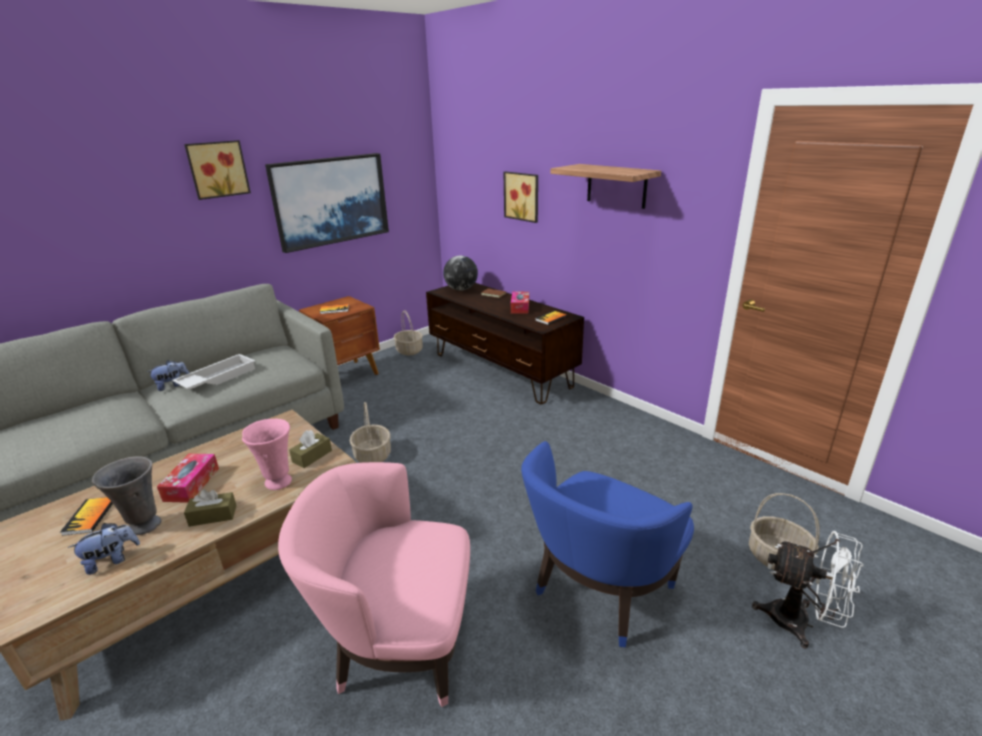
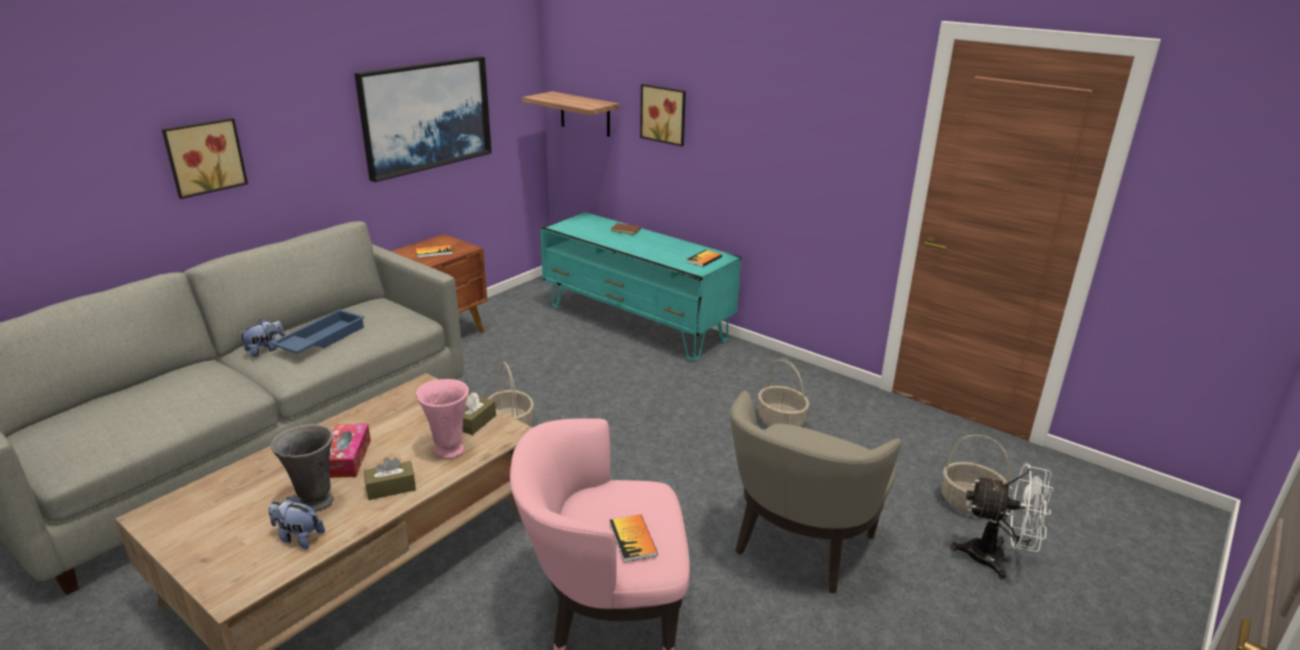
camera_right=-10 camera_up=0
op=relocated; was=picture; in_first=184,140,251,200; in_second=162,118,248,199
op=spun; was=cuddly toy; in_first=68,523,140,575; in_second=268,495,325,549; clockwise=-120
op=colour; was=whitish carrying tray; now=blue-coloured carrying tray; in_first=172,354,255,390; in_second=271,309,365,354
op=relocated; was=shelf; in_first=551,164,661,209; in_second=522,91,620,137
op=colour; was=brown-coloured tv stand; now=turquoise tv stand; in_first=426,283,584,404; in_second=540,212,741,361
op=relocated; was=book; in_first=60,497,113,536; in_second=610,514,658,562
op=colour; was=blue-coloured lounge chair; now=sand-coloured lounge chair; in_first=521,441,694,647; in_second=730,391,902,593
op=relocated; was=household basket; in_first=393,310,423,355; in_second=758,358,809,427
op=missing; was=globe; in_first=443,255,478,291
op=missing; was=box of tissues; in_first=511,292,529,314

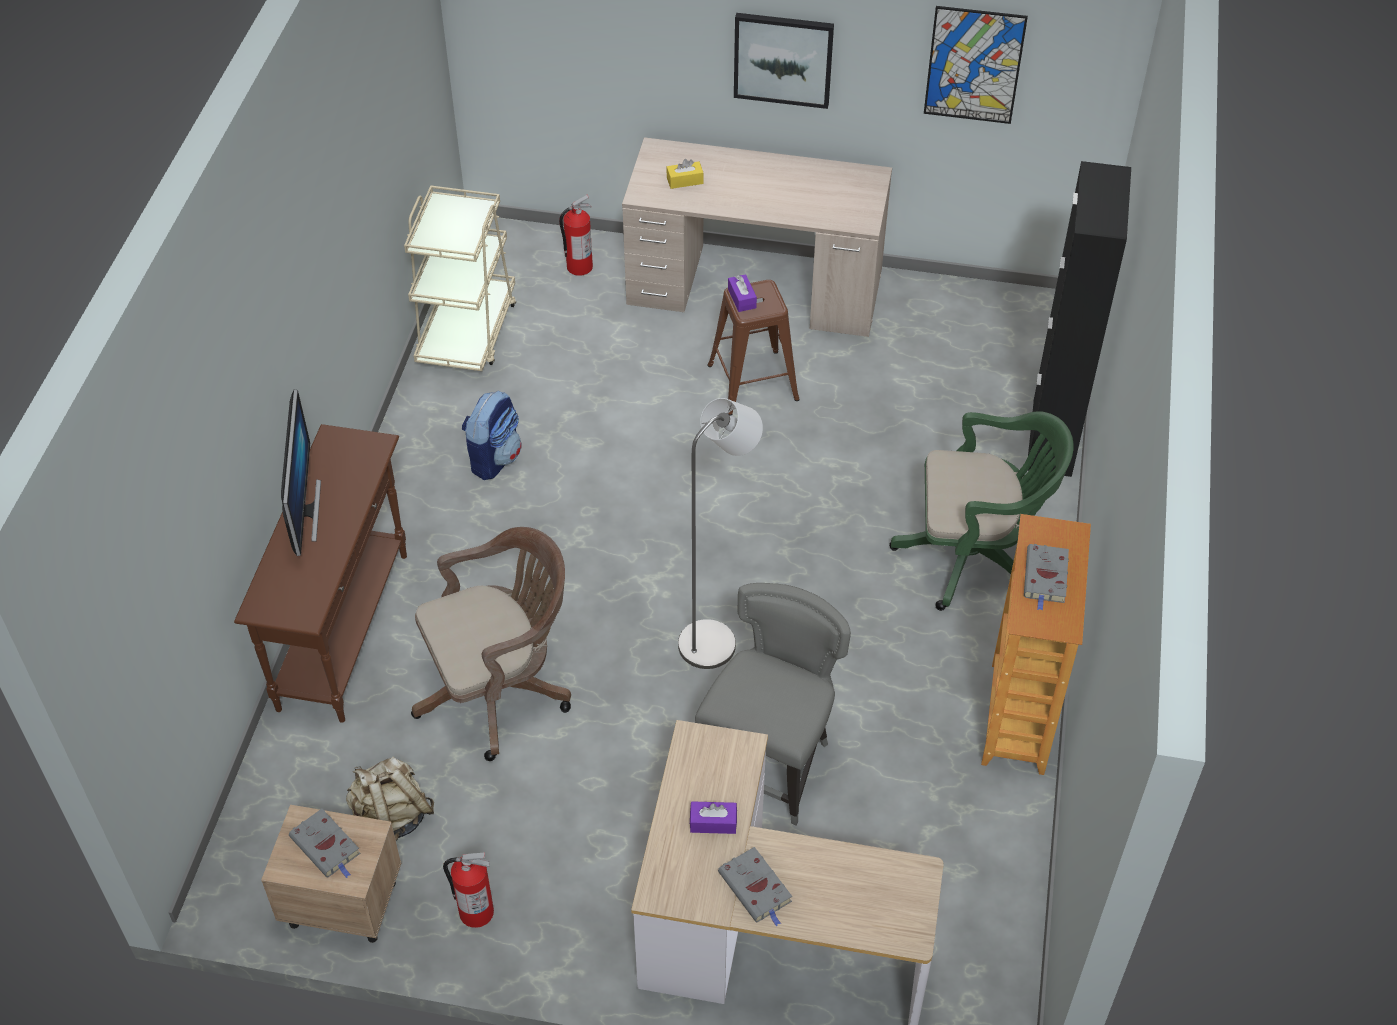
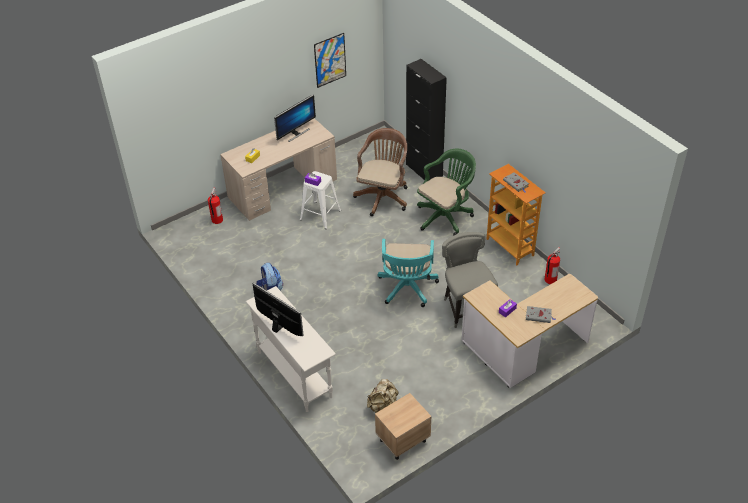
camera_right=-45 camera_up=-5
op=colour; was=brown-coloured hall table; now=whitish hall table; in_first=234,424,407,723; in_second=246,286,336,412
op=appeared; now=computer screen; in_second=274,95,316,142
op=colour; was=brown-coloured stool seat; now=whitish stool seat; in_first=707,280,800,416; in_second=300,171,341,229
op=relocated; was=brown-coloured desk chair; in_first=411,527,571,761; in_second=353,128,407,216
op=exchanged; was=greyish standing lamp; now=turquoise desk chair; in_first=678,398,763,669; in_second=377,239,439,307
op=relocated; was=extinguisher; in_first=443,852,494,928; in_second=544,247,560,284
op=missing; was=greyish book; in_first=289,809,360,878
op=missing; was=sand-coloured wheeled cart; in_first=404,185,516,371
op=missing; was=picture; in_first=734,13,834,109

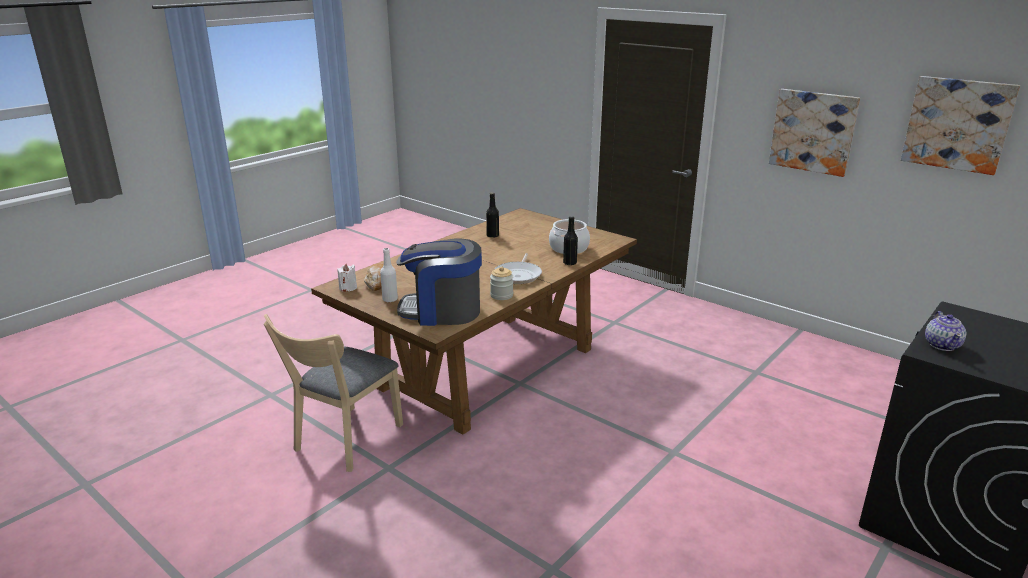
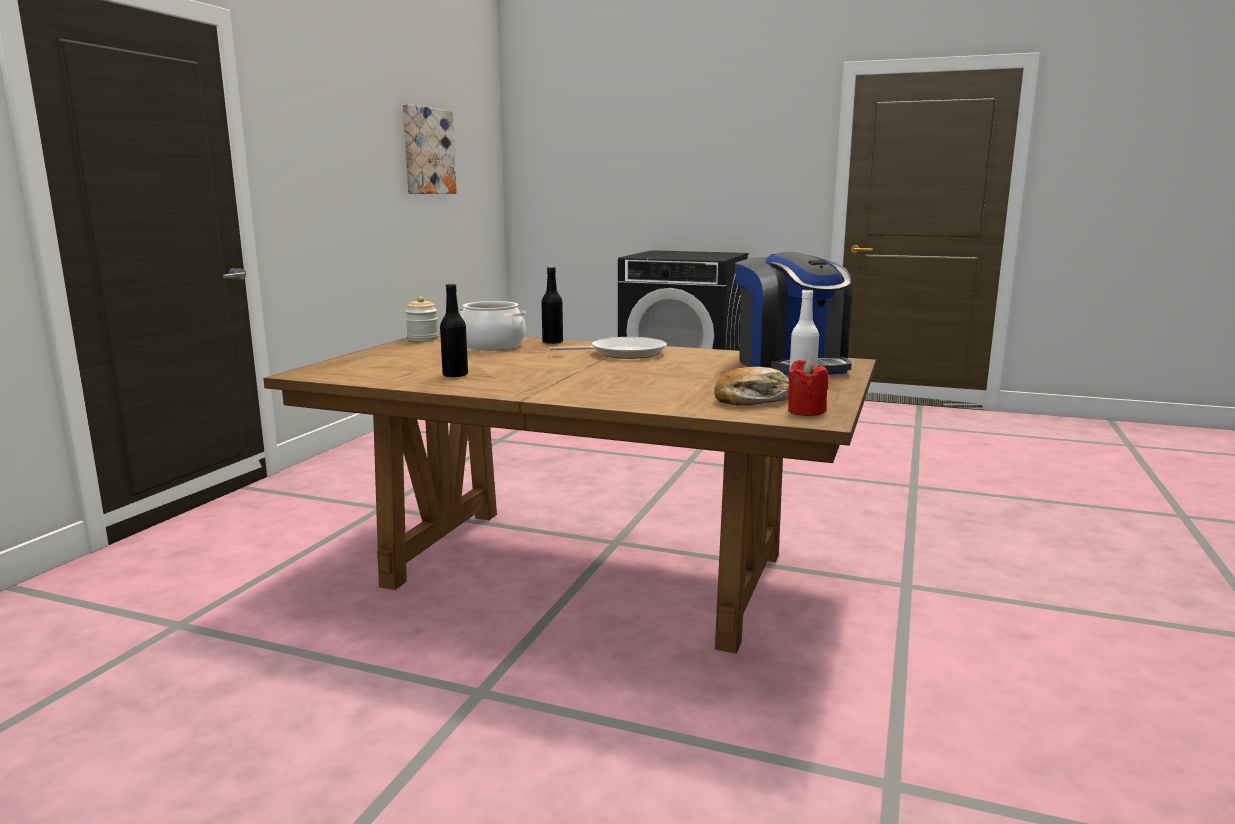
camera_right=-110 camera_up=-10
op=relocated; was=jar; in_first=490,267,513,300; in_second=405,296,439,341
op=colour; was=whitish wax light; now=red wax light; in_first=337,264,357,291; in_second=788,359,828,416
op=missing; was=sand-coloured plain chair; in_first=264,314,403,472
op=missing; was=picture; in_first=769,89,860,177
op=missing; was=pot for tea; in_first=925,311,966,351

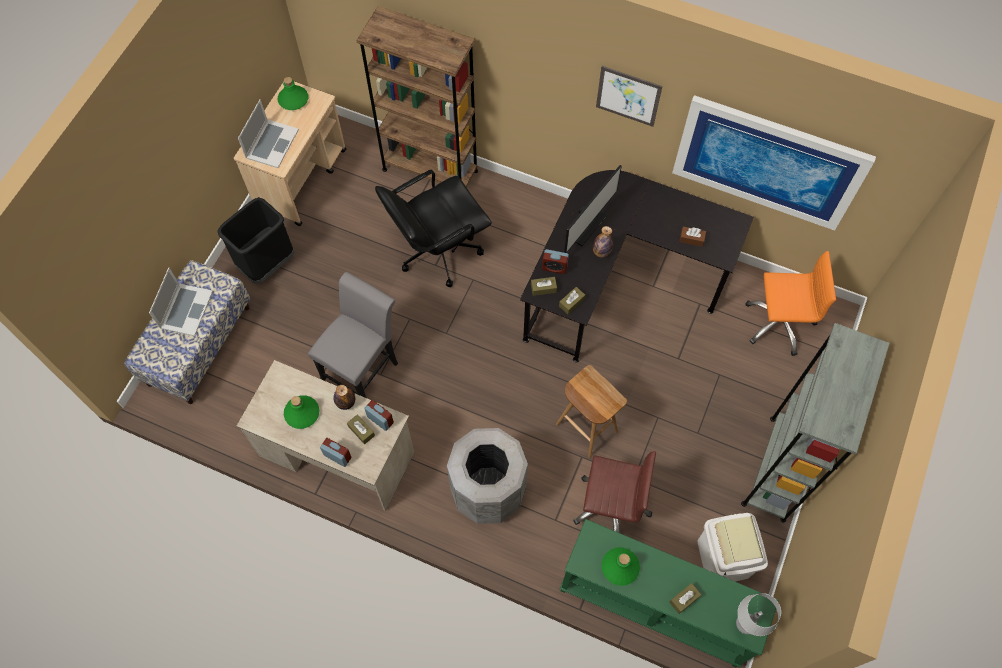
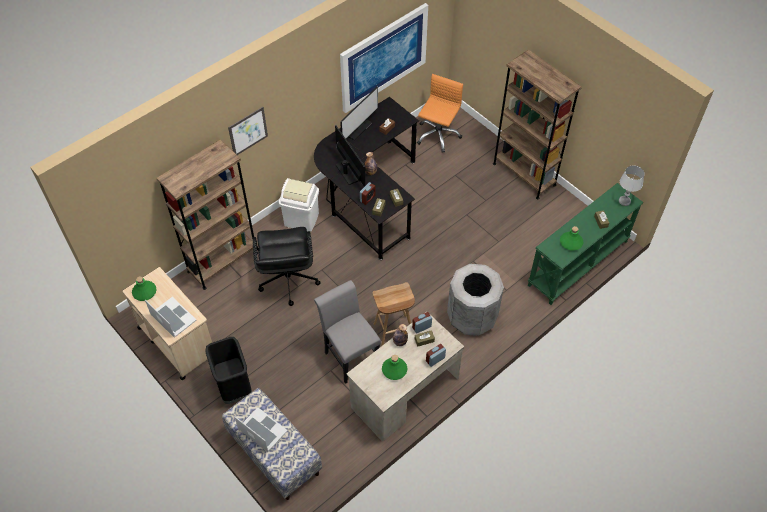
camera_right=-65 camera_up=-10
op=relocated; was=picture; in_first=596,66,663,127; in_second=228,107,268,155
op=relocated; was=whitish waste bin; in_first=698,513,768,582; in_second=279,178,319,232
op=appeared; now=computer screen; in_second=340,87,378,141
op=relocated; was=brown-coloured stool seat; in_first=556,365,627,458; in_second=373,282,415,346
op=colour; was=greyish shelving unit; now=brown-coloured shelving unit; in_first=741,323,890,523; in_second=493,50,582,199
op=missing; was=brown-coloured desk chair; in_first=573,451,656,533

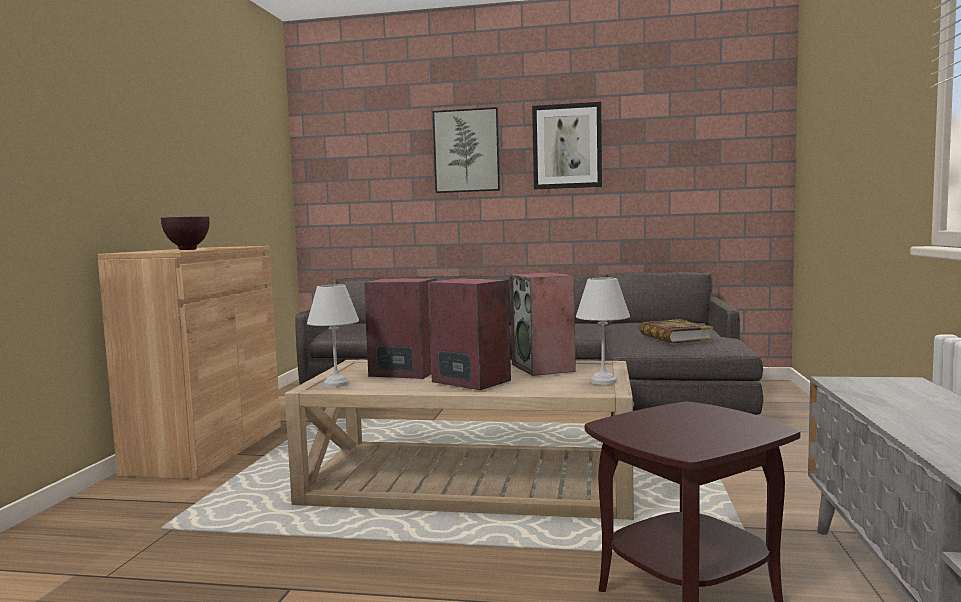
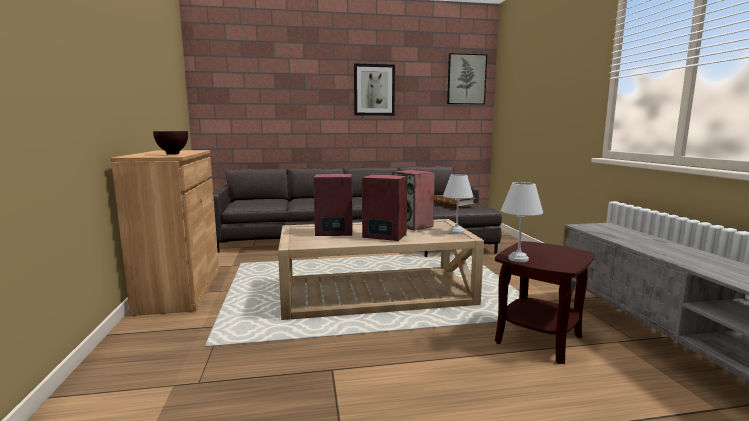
camera_right=-20 camera_up=5
op=relocated; was=picture; in_first=433,107,500,193; in_second=447,53,487,104
op=relocated; was=whitish table lamp; in_first=307,285,359,387; in_second=501,182,543,262

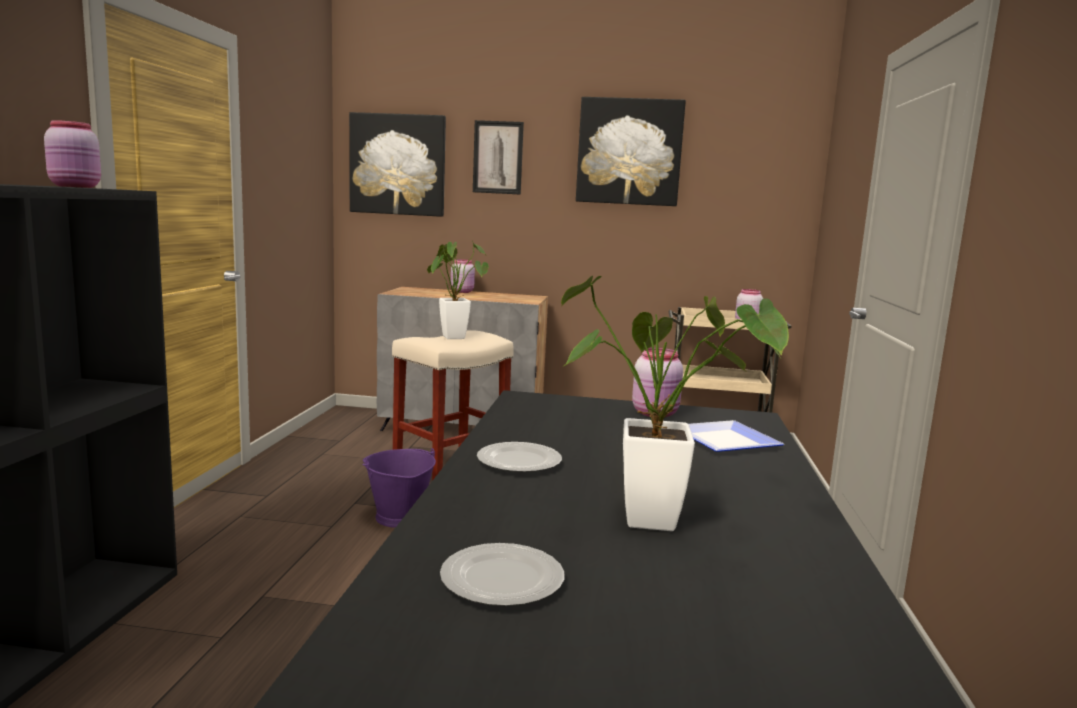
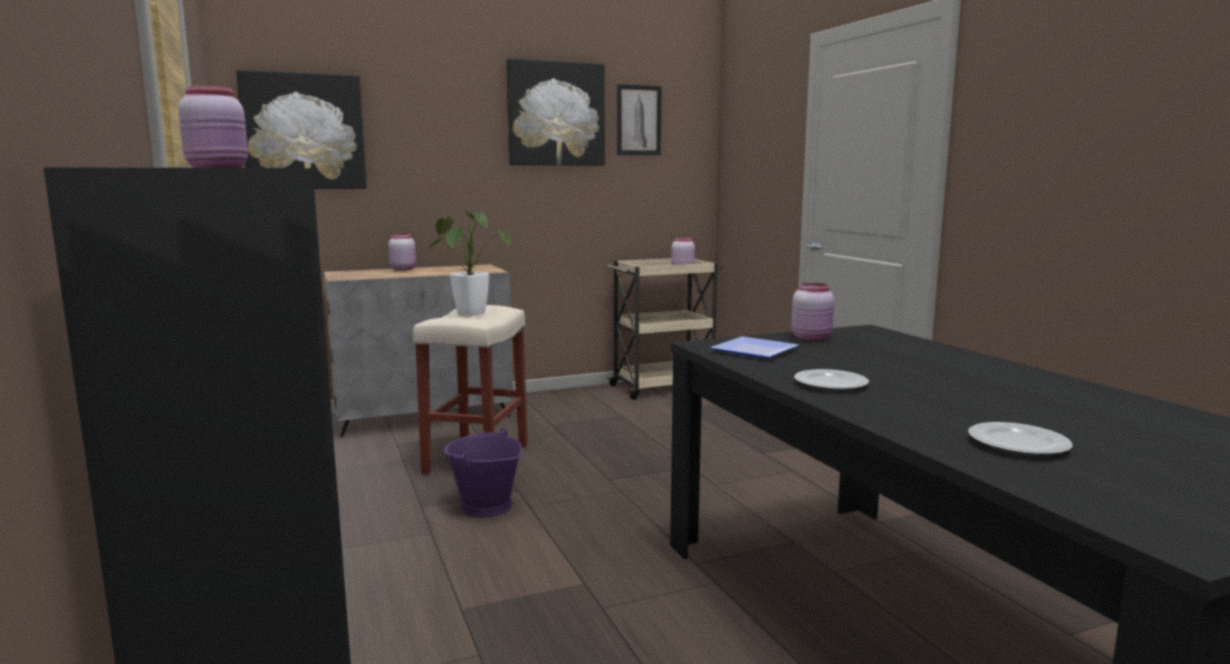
camera_right=-30 camera_up=0
op=relocated; was=picture; in_first=473,120,524,195; in_second=617,84,662,155
op=relocated; was=plate; in_first=689,420,784,452; in_second=710,336,799,358
op=missing; was=plant in a pot; in_first=561,276,789,531

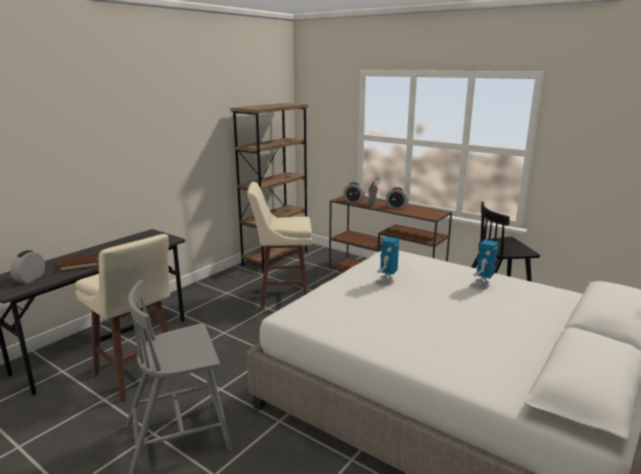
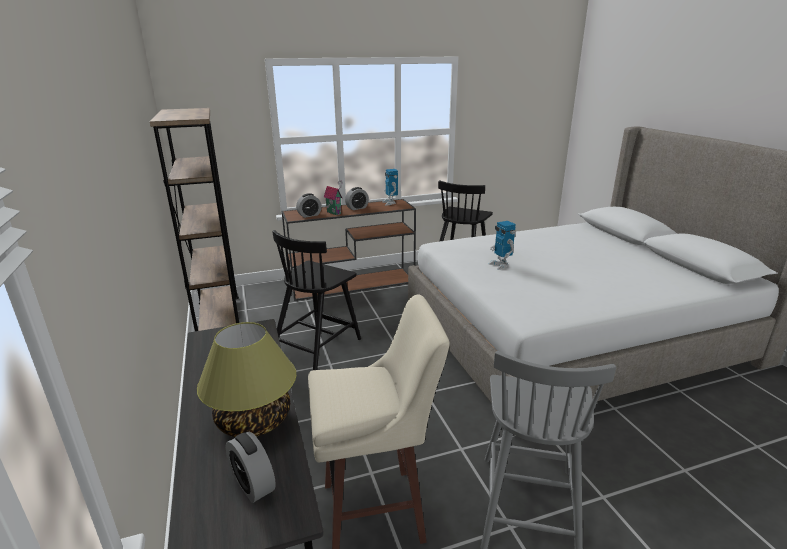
camera_right=-55 camera_up=5
op=exchanged; was=brown-coloured book; now=table lamp; in_first=59,254,99,272; in_second=197,322,296,437
op=exchanged; was=sand-coloured stool seat; now=blackish plain chair; in_first=247,182,312,308; in_second=272,230,361,370
op=relocated; was=robot figure; in_first=469,240,498,288; in_second=382,169,398,205

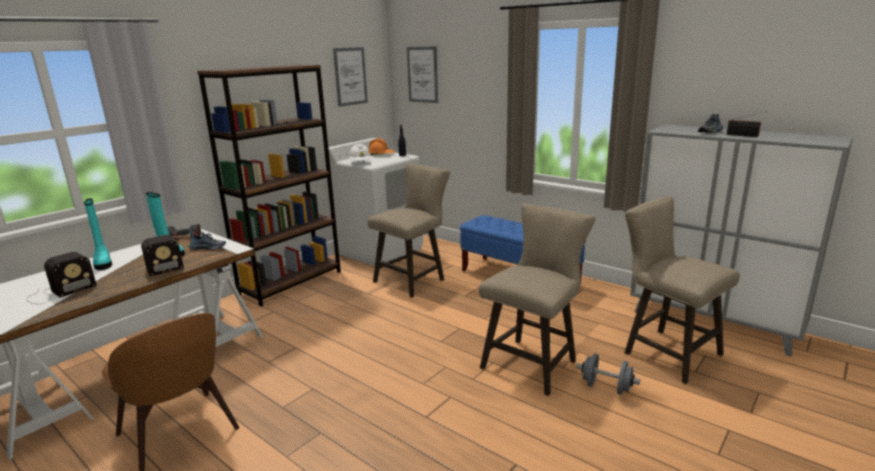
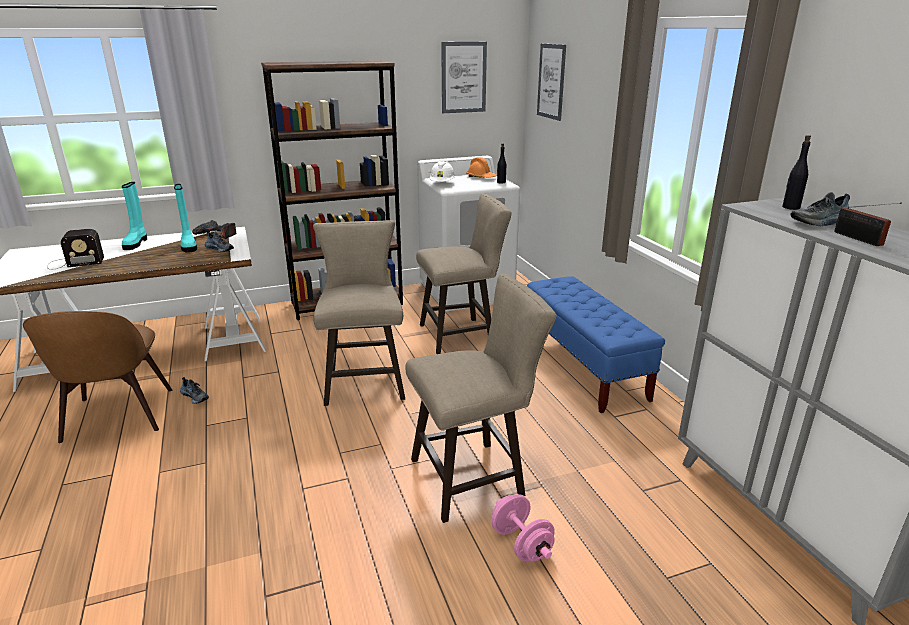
camera_right=30 camera_up=5
op=appeared; now=item of footwear; in_second=180,377,209,404
op=relocated; was=sand-coloured stool seat; in_first=624,196,740,384; in_second=313,220,405,406
op=colour; was=greyish dumbbell; now=pink dumbbell; in_first=576,353,640,395; in_second=491,494,555,561
op=appeared; now=blackish drink bottle; in_second=782,135,811,210
op=missing; was=radio set; in_first=124,235,184,281

